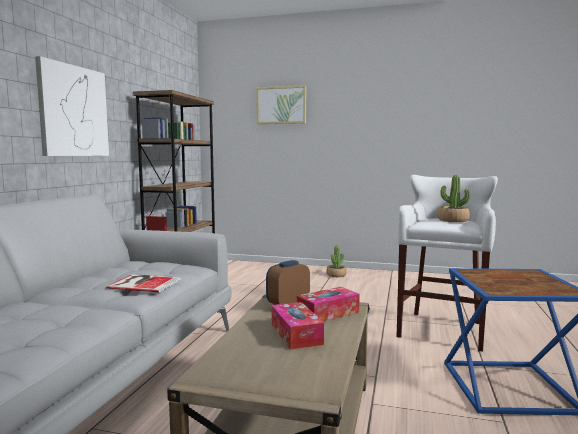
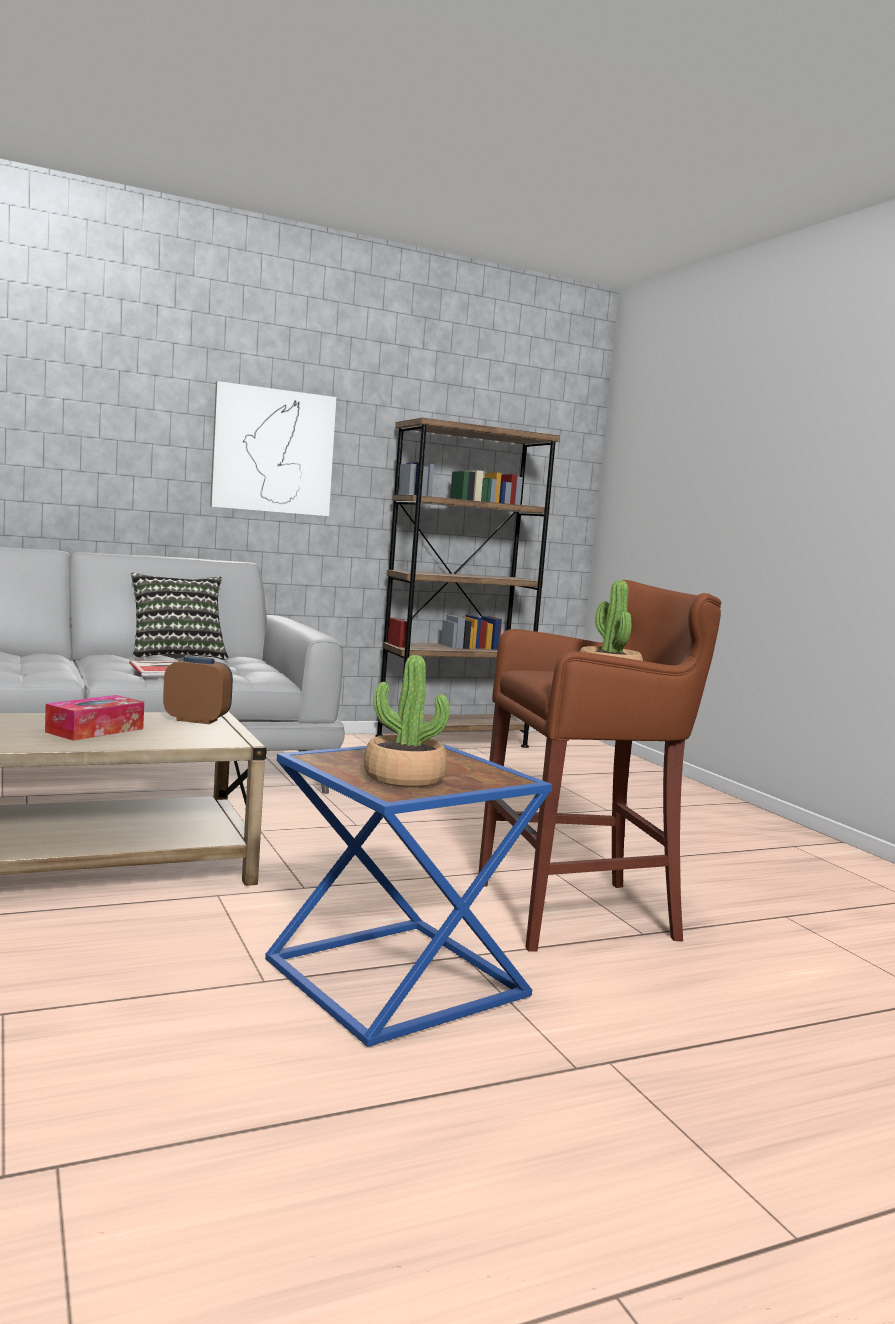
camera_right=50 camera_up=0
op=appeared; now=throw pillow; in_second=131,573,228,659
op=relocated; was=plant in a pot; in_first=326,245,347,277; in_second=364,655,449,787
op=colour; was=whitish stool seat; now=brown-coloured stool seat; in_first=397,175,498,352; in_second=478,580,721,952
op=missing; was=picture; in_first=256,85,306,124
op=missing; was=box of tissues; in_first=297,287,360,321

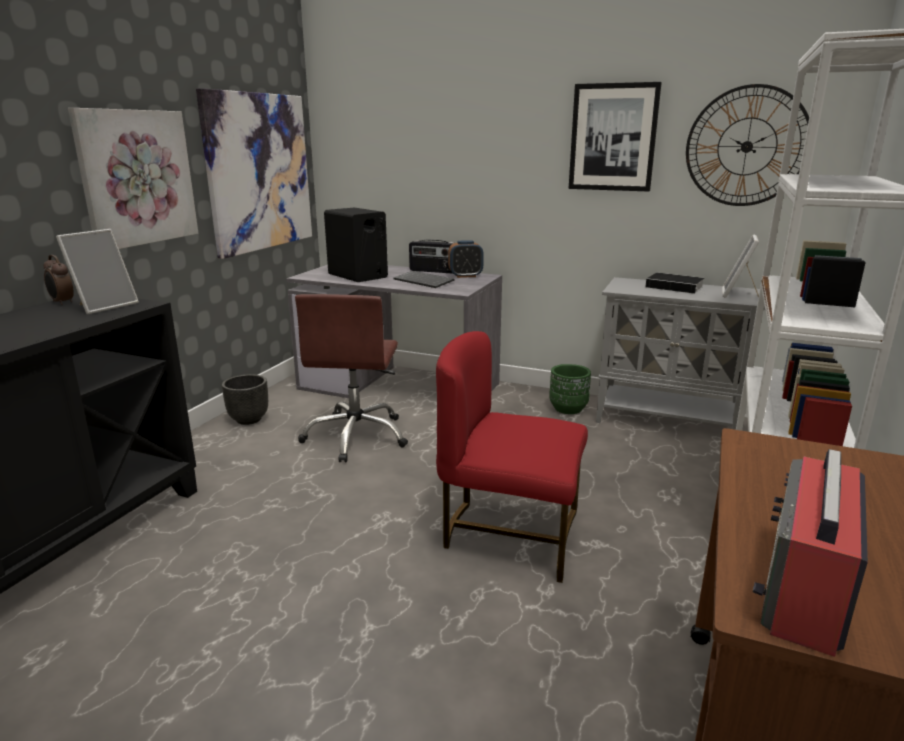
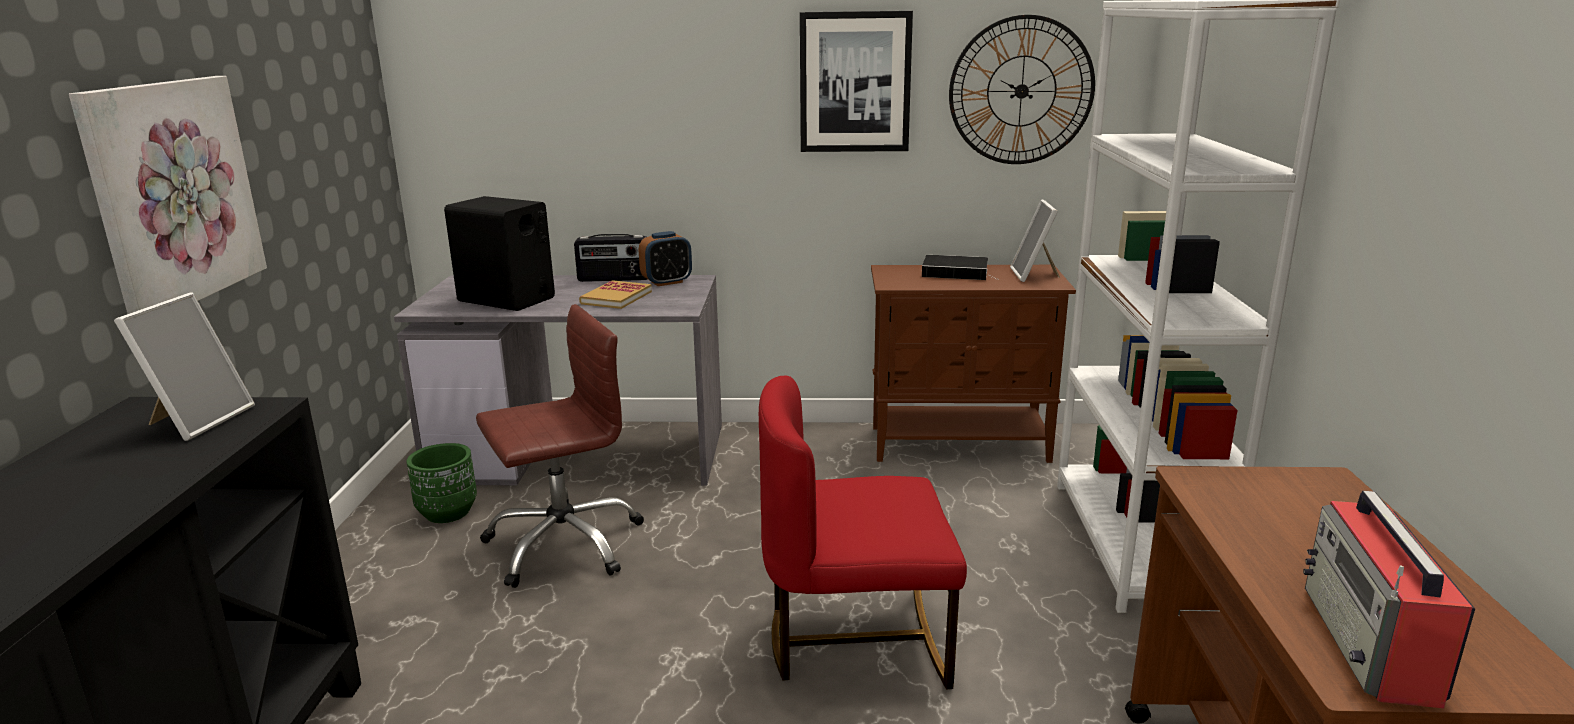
camera_right=-20 camera_up=0
op=relocated; was=greenish plant pot; in_first=549,364,591,414; in_second=407,443,477,523
op=spun; was=brown-coloured desk chair; in_first=295,294,408,463; in_second=476,304,644,588; clockwise=-105
op=exchanged; was=computer keyboard; now=book; in_first=393,271,454,288; in_second=579,280,652,309
op=colour; was=greyish storage cabinet; now=brown-coloured storage cabinet; in_first=596,277,765,430; in_second=871,265,1076,463
op=missing; was=bedside clock; in_first=43,255,74,305
op=missing; was=picture; in_first=196,88,312,259
op=missing; was=blackish plant pot; in_first=222,374,268,425

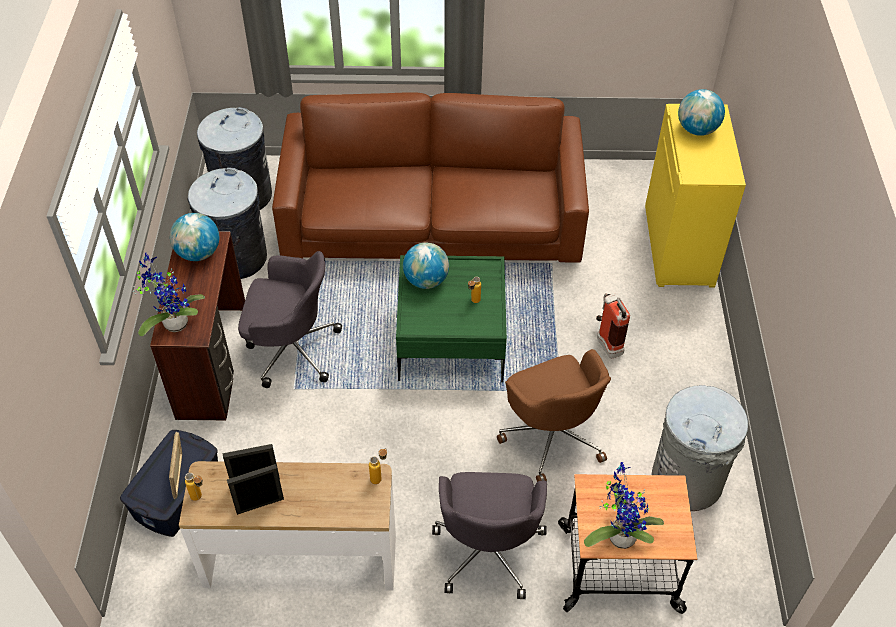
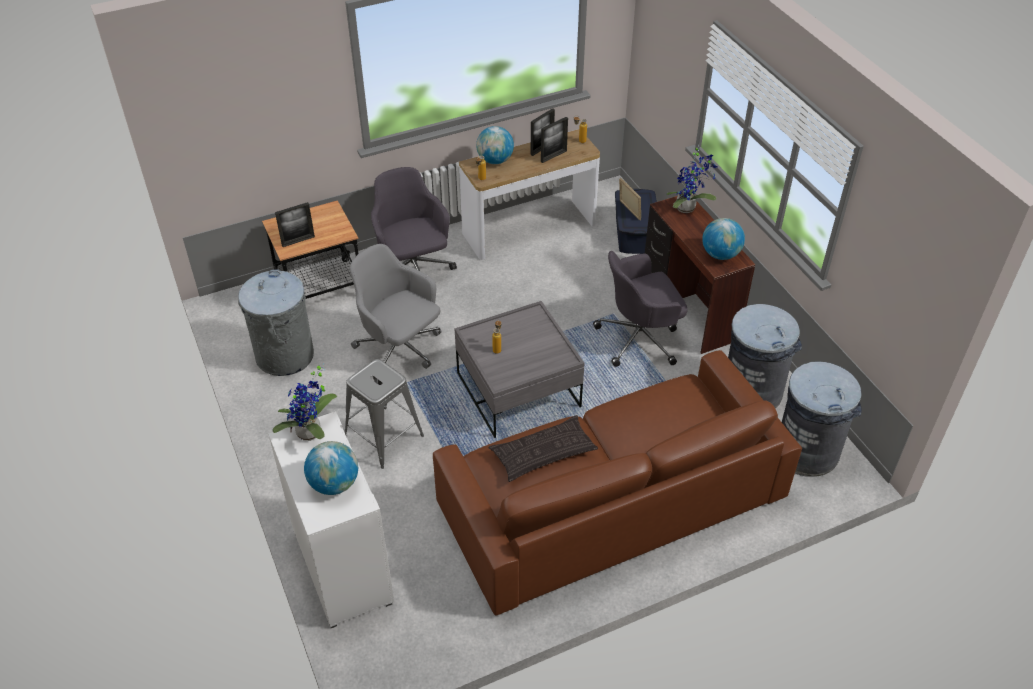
camera_right=155 camera_up=-5
op=colour; was=yellow-coloured storage cabinet; now=whitish storage cabinet; in_first=645,104,746,288; in_second=268,412,394,628
op=relocated; was=plant in a pot; in_first=584,462,664,549; in_second=272,363,337,441
op=appeared; now=photo frame; in_second=275,202,315,247
op=exchanged; was=extinguisher; now=greyish stool seat; in_first=596,293,630,358; in_second=344,359,424,469
op=colour; was=brown-coloured desk chair; now=greyish desk chair; in_first=497,349,611,482; in_second=350,244,442,369
op=colour; was=greenish coffee table; now=greyish coffee table; in_first=396,255,507,382; in_second=454,301,585,438
op=relocated; was=globe; in_first=403,242,449,289; in_second=476,126,514,164
op=appeared; now=throw pillow; in_second=489,415,598,482

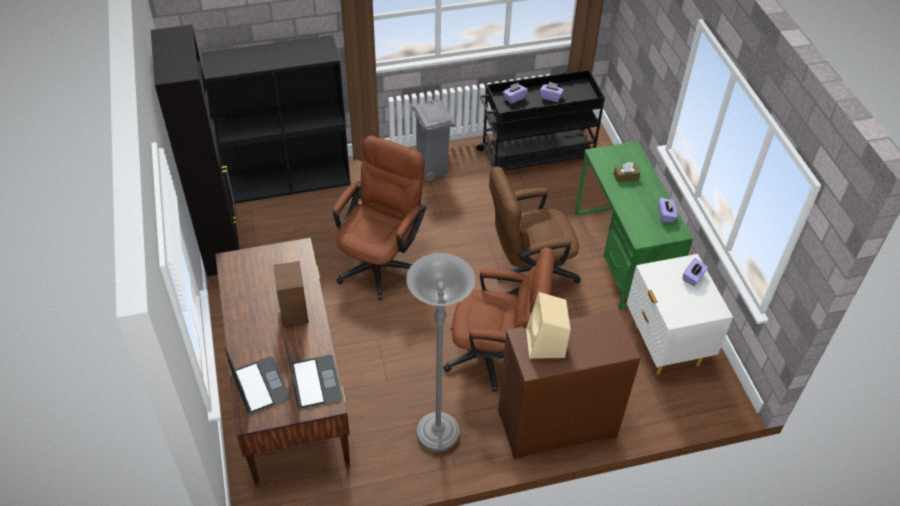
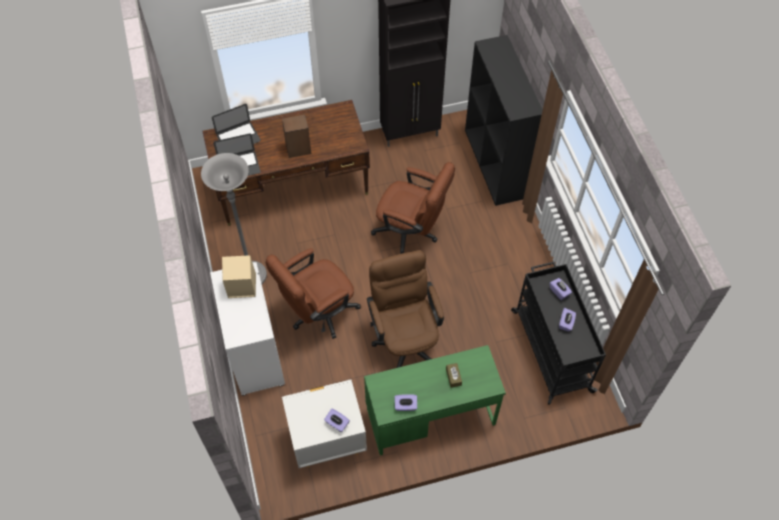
camera_right=90 camera_up=10
op=colour; was=brown-coloured storage cabinet; now=whitish storage cabinet; in_first=498,308,641,460; in_second=210,262,285,396
op=spun; was=brown-coloured desk chair; in_first=443,247,554,392; in_second=266,248,361,339; clockwise=45
op=missing; was=greyish waste bin; in_first=411,100,455,180

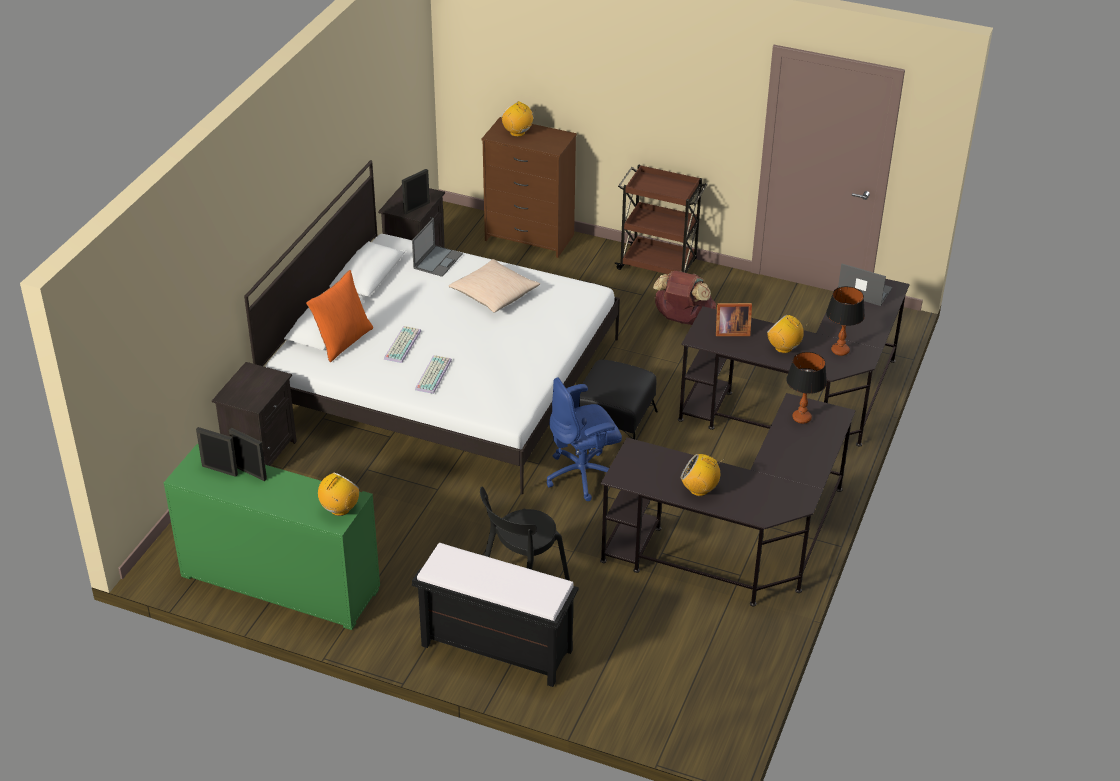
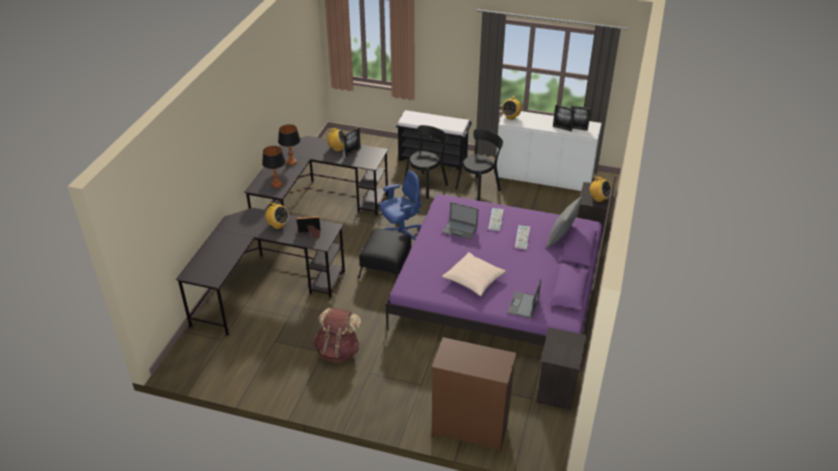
camera_right=175 camera_up=0
op=relocated; was=table lamp; in_first=826,286,865,356; in_second=278,124,300,165
op=relocated; was=photo frame; in_first=402,169,430,215; in_second=344,127,361,157
op=colour; was=whitish sleeping bed; now=purplish sleeping bed; in_first=244,160,620,494; in_second=386,176,616,351
op=relocated; was=laptop; in_first=838,264,892,306; in_second=442,202,479,240
op=appeared; now=blackish plain chair; in_second=455,129,503,201
op=colour; was=greenish storage cabinet; now=whitish storage cabinet; in_first=164,444,380,630; in_second=496,111,602,191
op=colour; was=orangey throw pillow; now=greyish throw pillow; in_first=306,270,373,362; in_second=546,197,582,248
op=relocated; was=radio set; in_first=502,101,535,137; in_second=589,177,611,202
op=missing; was=brown-coloured wheeled cart; in_first=614,165,708,274

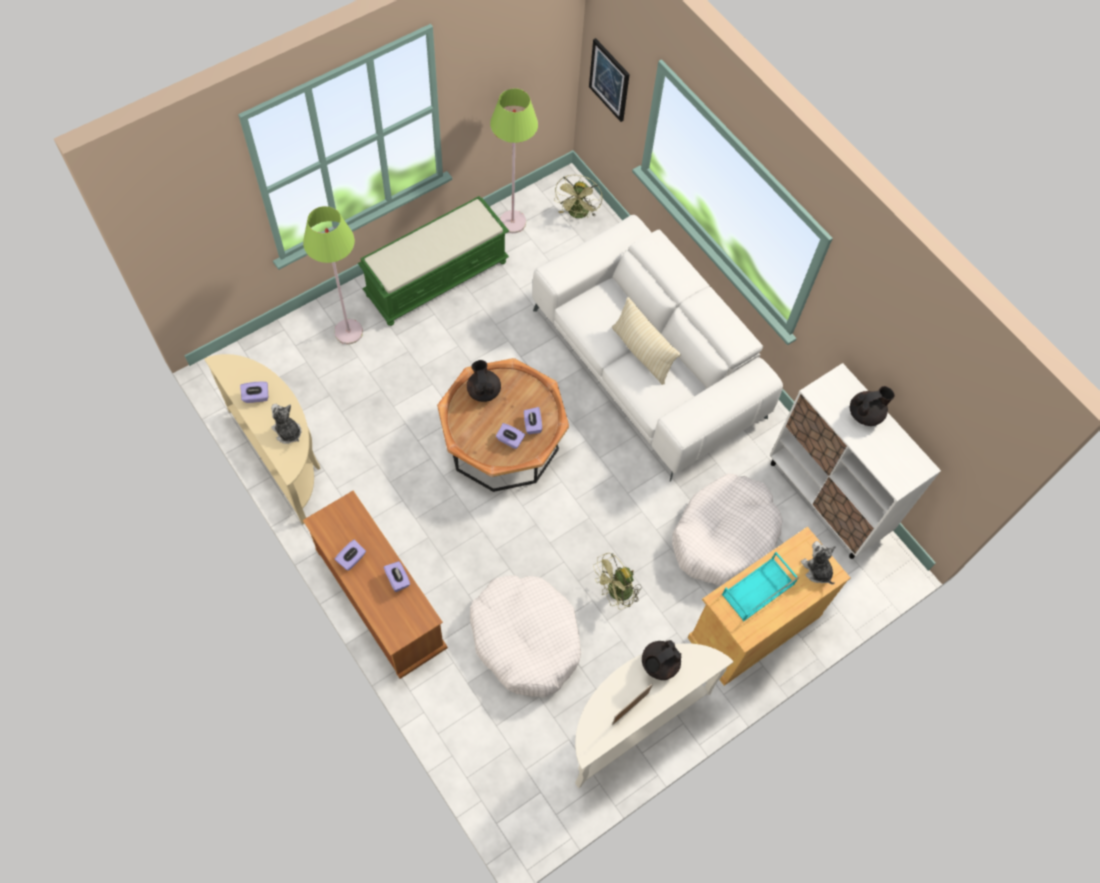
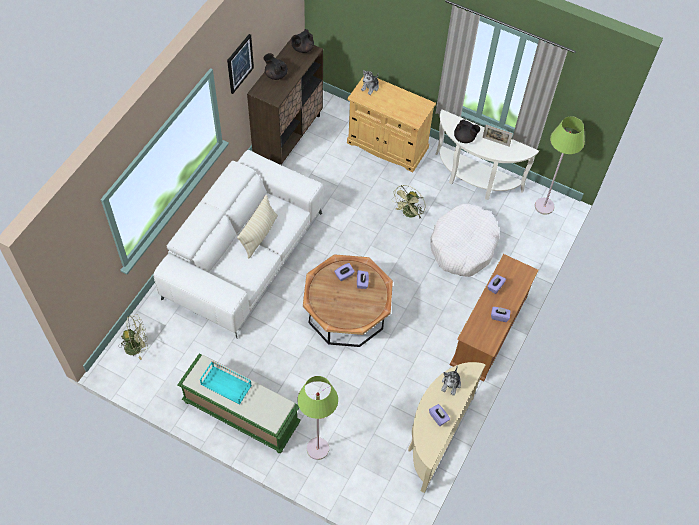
camera_right=-115 camera_up=-5
op=relocated; was=turquoise carrying tray; in_first=722,552,799,622; in_second=200,361,252,404
op=relocated; was=picture; in_first=589,38,630,122; in_second=227,34,254,94
op=colour; was=whitish storage cabinet; now=brown-coloured storage cabinet; in_first=769,363,941,559; in_second=247,39,323,165
op=relocated; was=blackish pot for tea; in_first=467,360,501,402; in_second=291,29,314,53
op=spun; was=greenish fan; in_first=593,553,641,610; in_second=392,185,425,218; clockwise=90
op=relocated; was=greenish standing lamp; in_first=490,88,538,233; in_second=535,116,585,215
op=missing; was=whitish pet bed; in_first=672,473,782,585

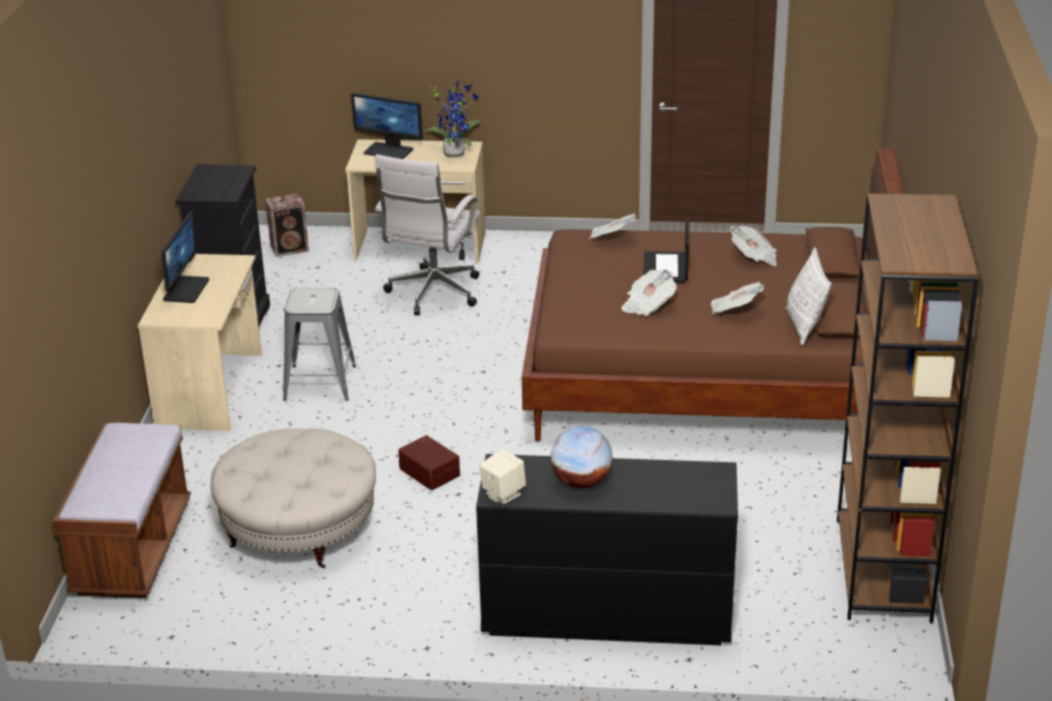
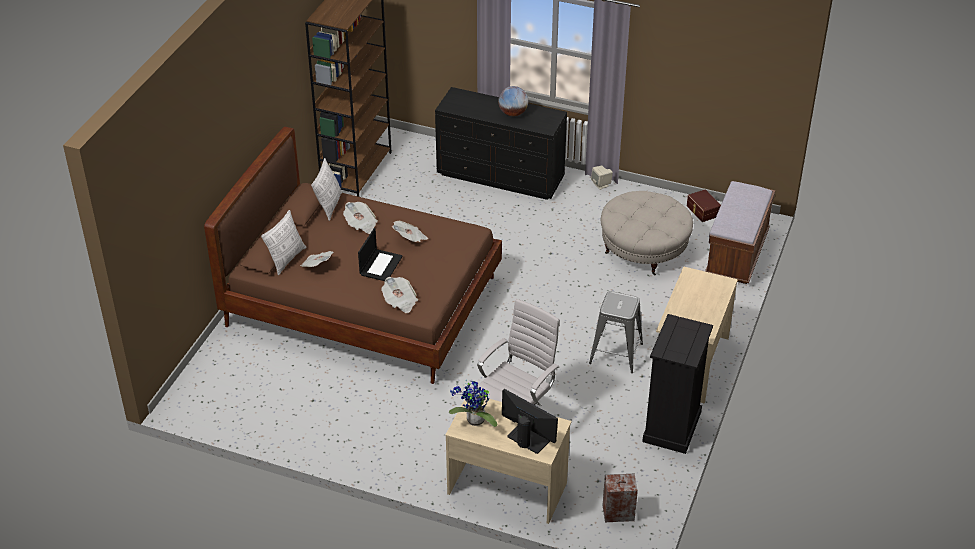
camera_right=-165 camera_up=10
op=appeared; now=throw pillow; in_second=261,210,306,275
op=relocated; was=sand-coloured loudspeaker; in_first=479,449,526,504; in_second=591,165,613,190
op=relocated; was=brown-coloured storage container; in_first=398,435,460,490; in_second=687,189,721,222
op=missing; was=computer screen; in_first=161,212,209,303

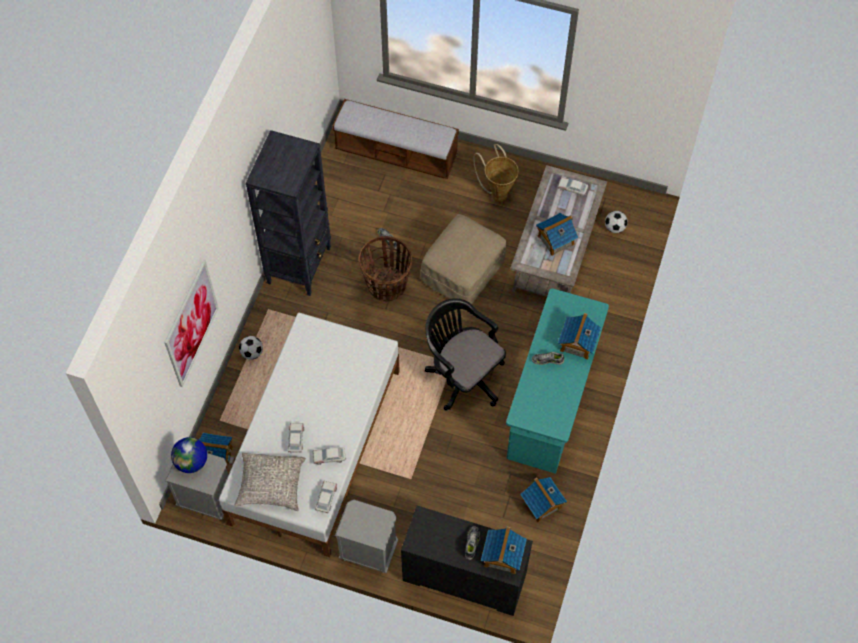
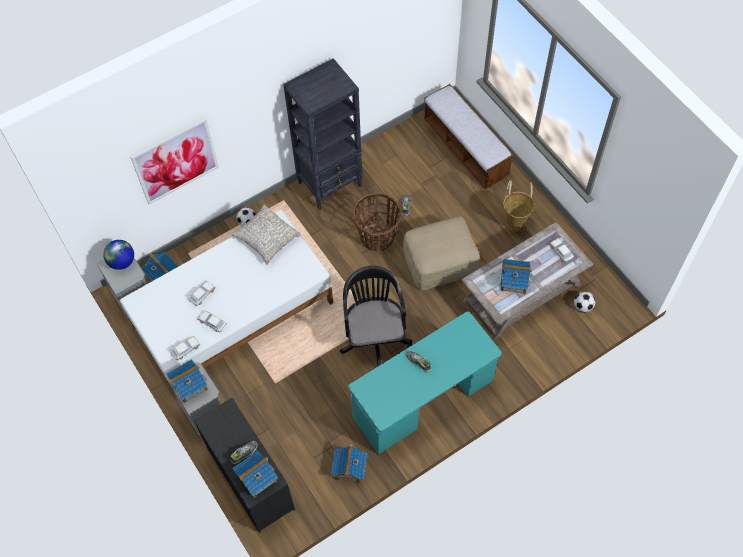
camera_right=40 camera_up=0
op=relocated; was=toy house; in_first=558,313,601,360; in_second=166,359,208,403
op=relocated; was=greyish throw pillow; in_first=235,453,306,511; in_second=231,205,301,265

